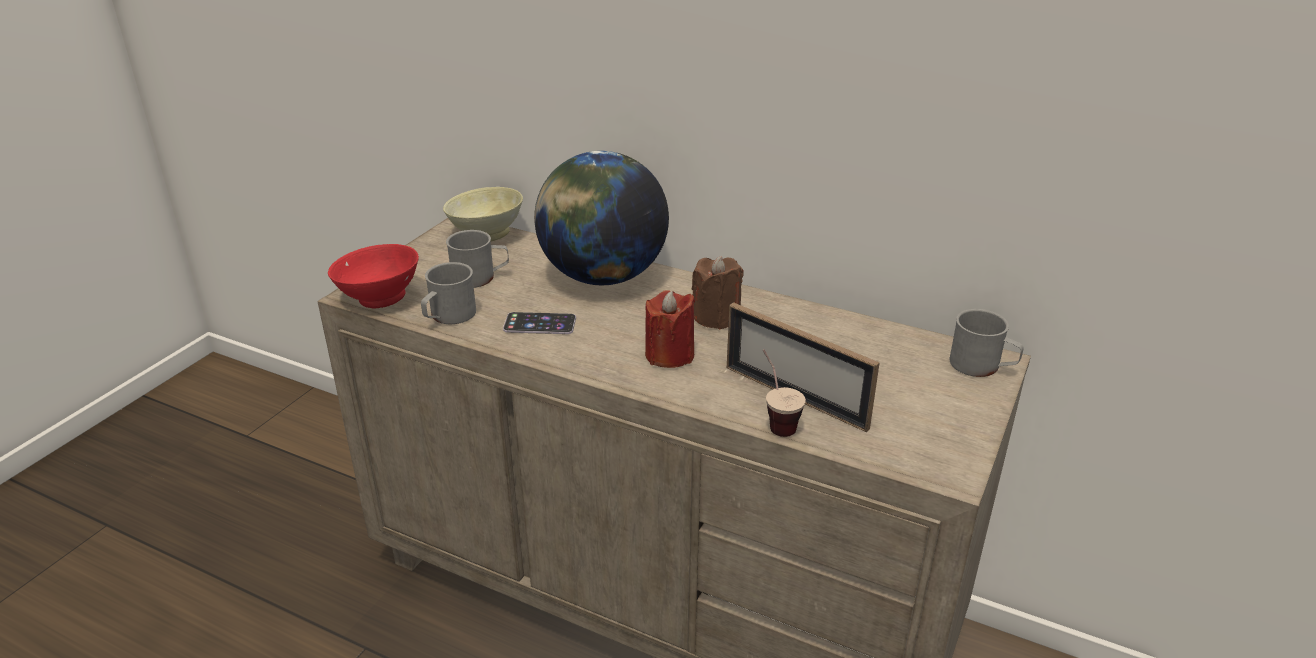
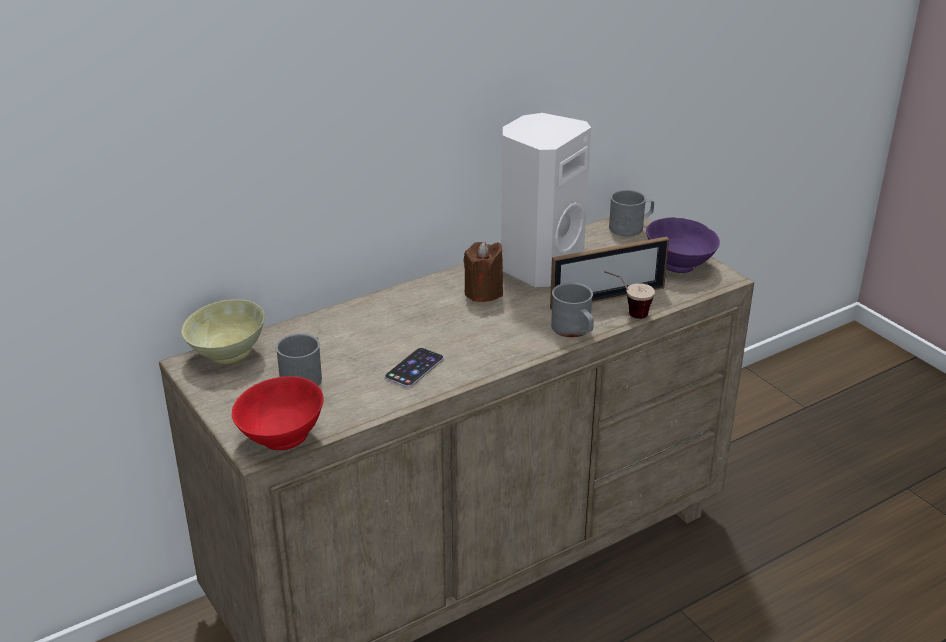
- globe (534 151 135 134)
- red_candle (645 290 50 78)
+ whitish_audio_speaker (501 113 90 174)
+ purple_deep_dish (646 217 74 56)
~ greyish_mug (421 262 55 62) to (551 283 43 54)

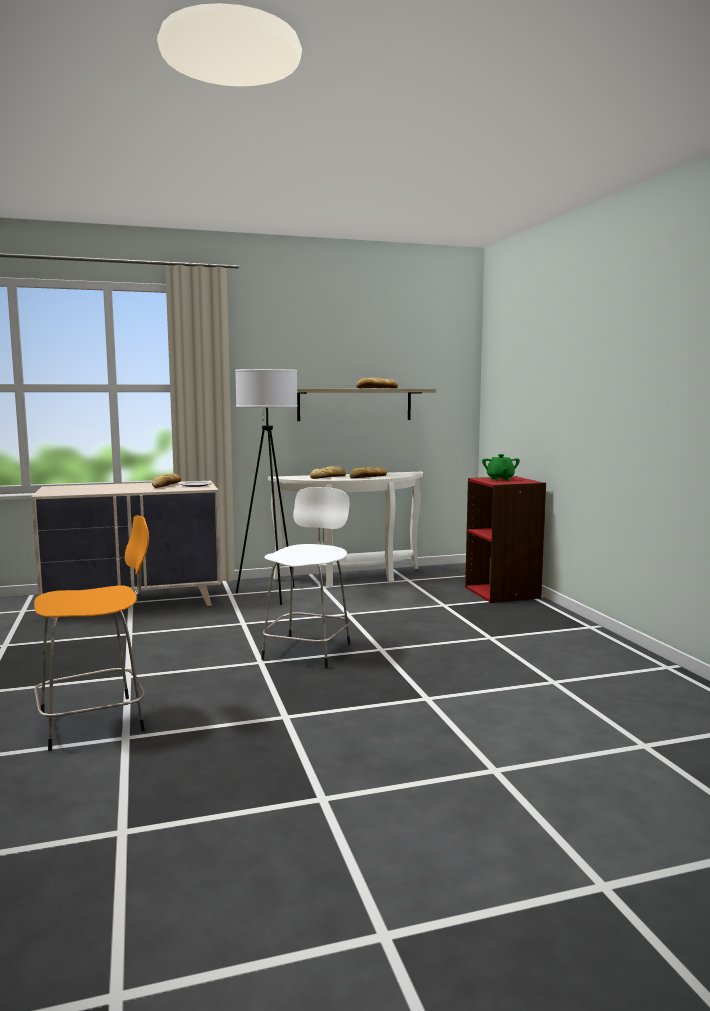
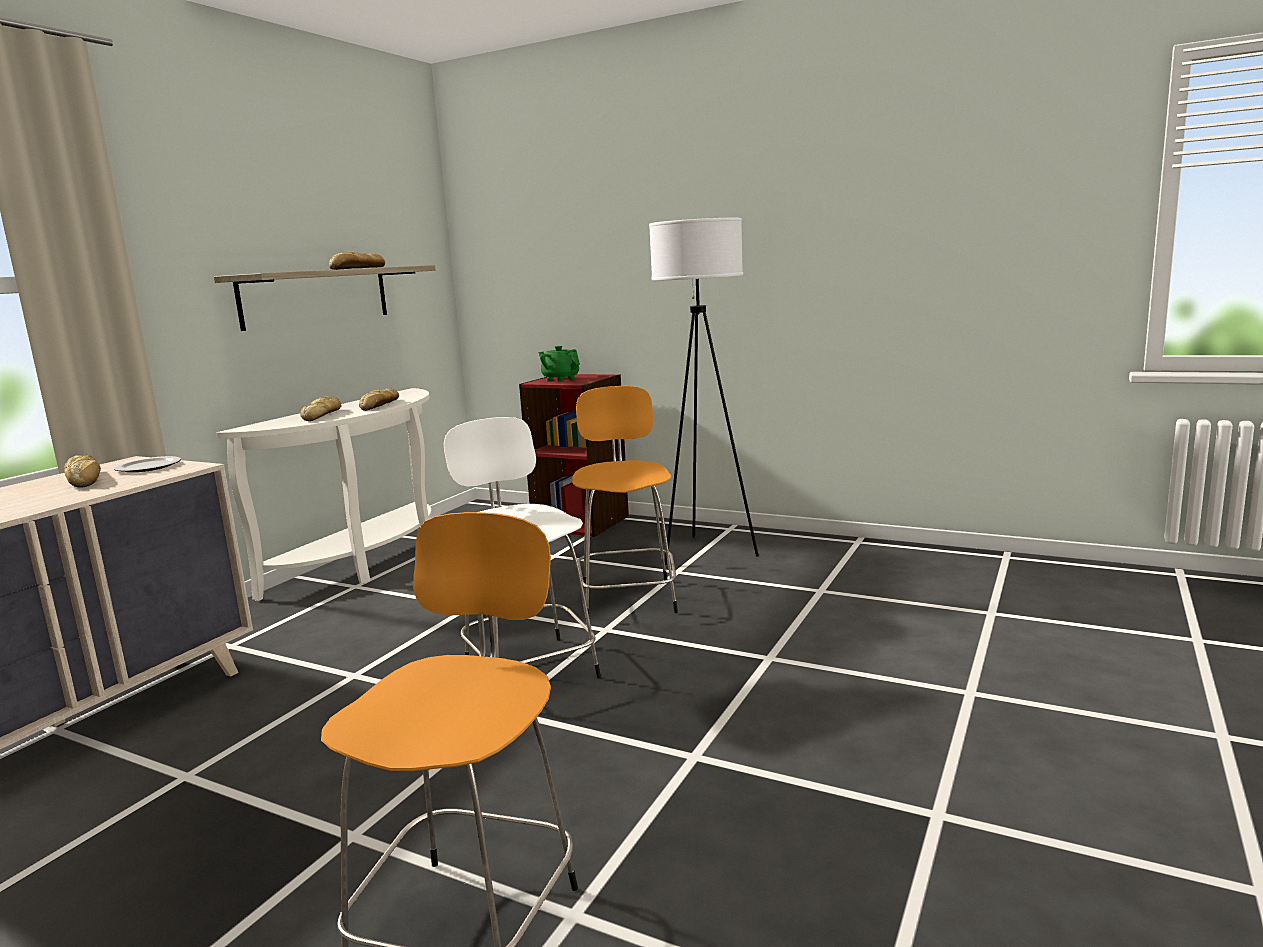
+ orange_stool_seat (572 386 106 234)
~ whitish_standing_lamp (235 369 63 236) to (649 218 110 347)

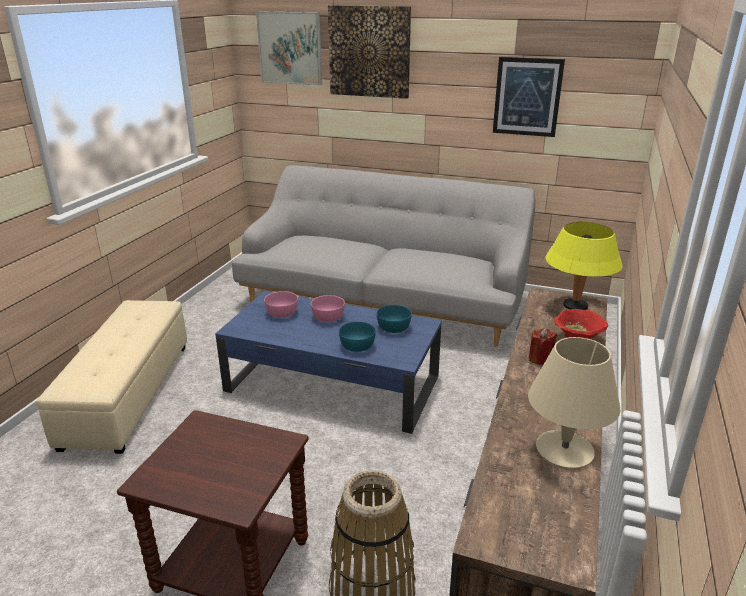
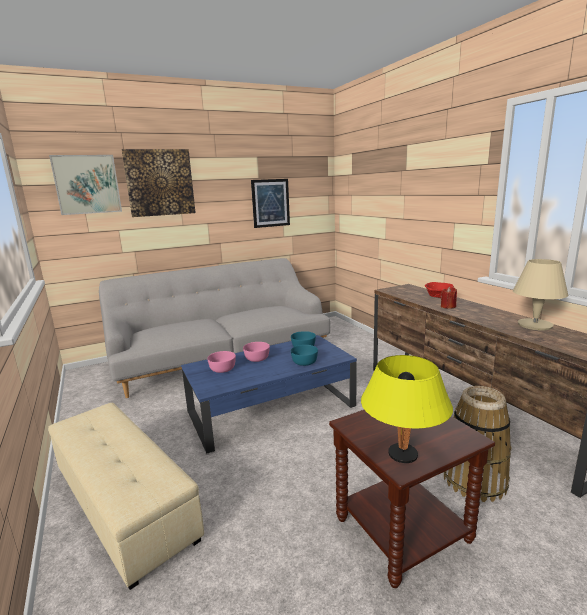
~ yellowish_tabletop_lamp (545 222 78 88) to (361 355 92 108)

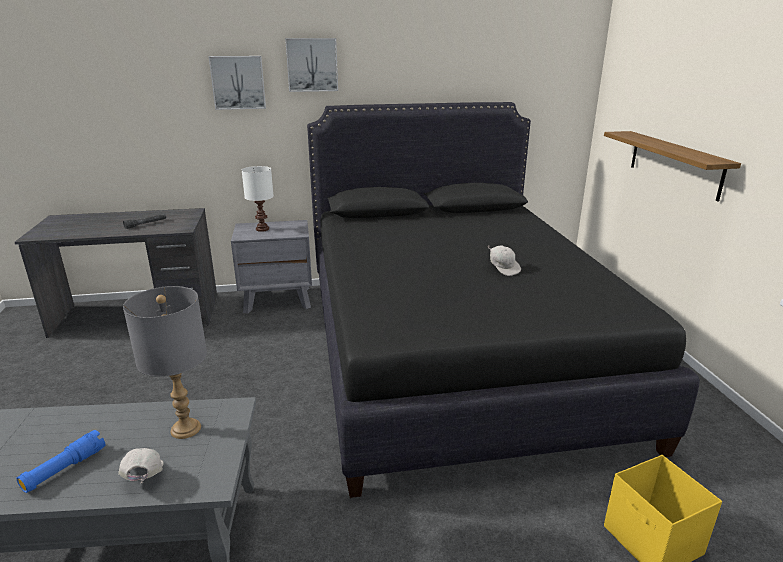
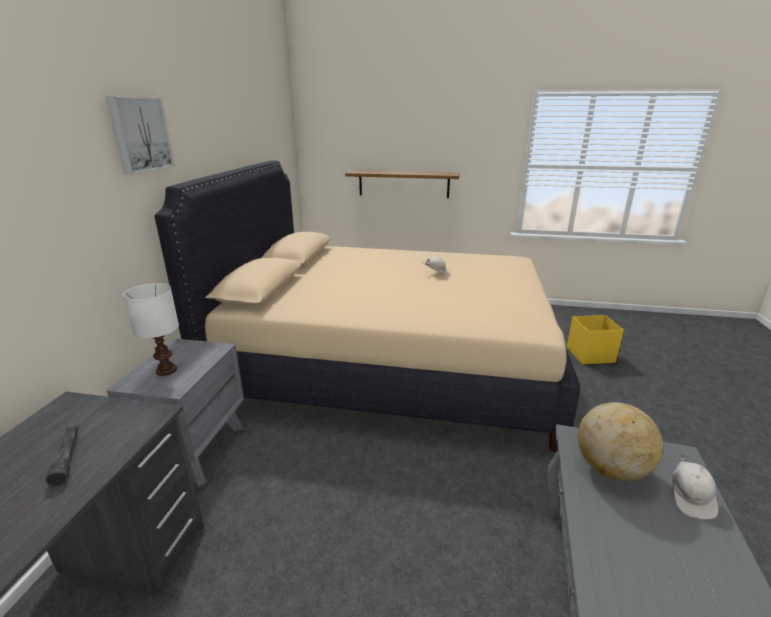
- blue_flashlight (17 430 88 63)
- picture (209 56 57 54)
~ greyish_tabletop_lamp (123 286 84 153) to globe (578 402 85 79)
~ black_bedroom_bed (307 102 393 396) to sand-coloured_bedroom_bed (154 160 426 292)
~ whitish_cap (118 448 46 35) = (671 454 47 66) 75 degrees counterclockwise

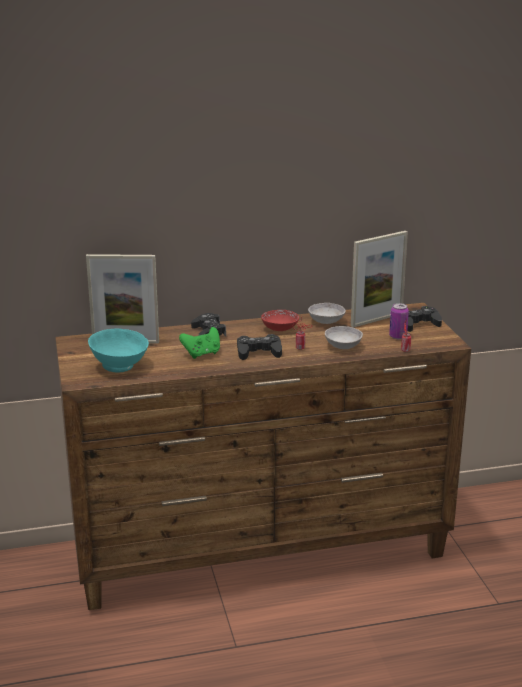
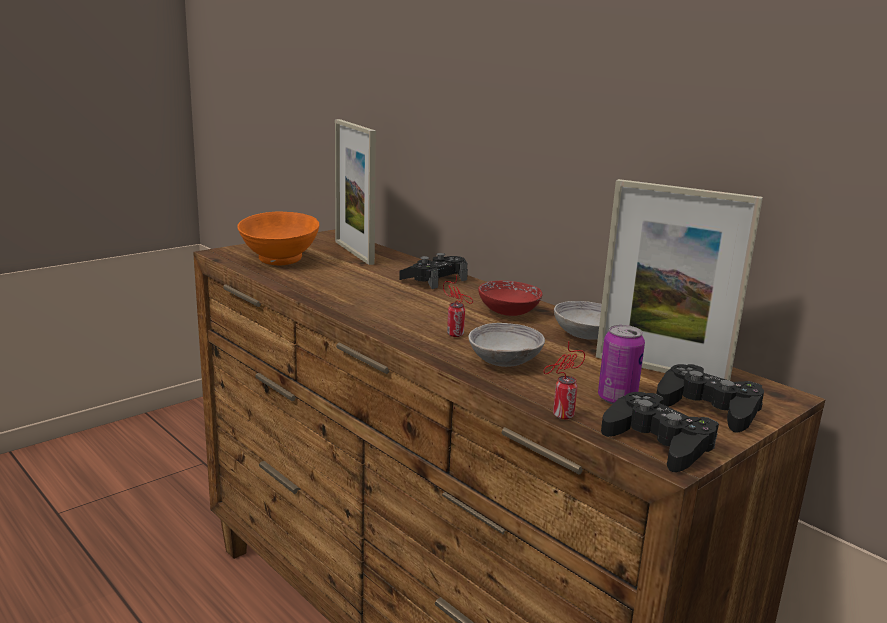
- green-coloured_gamepad (179 327 41 32)
~ black_gamepad (237 334 45 26) to (601 392 118 80)
~ turquoise_deep_dish (88 329 61 43) to orange_deep_dish (237 212 82 54)

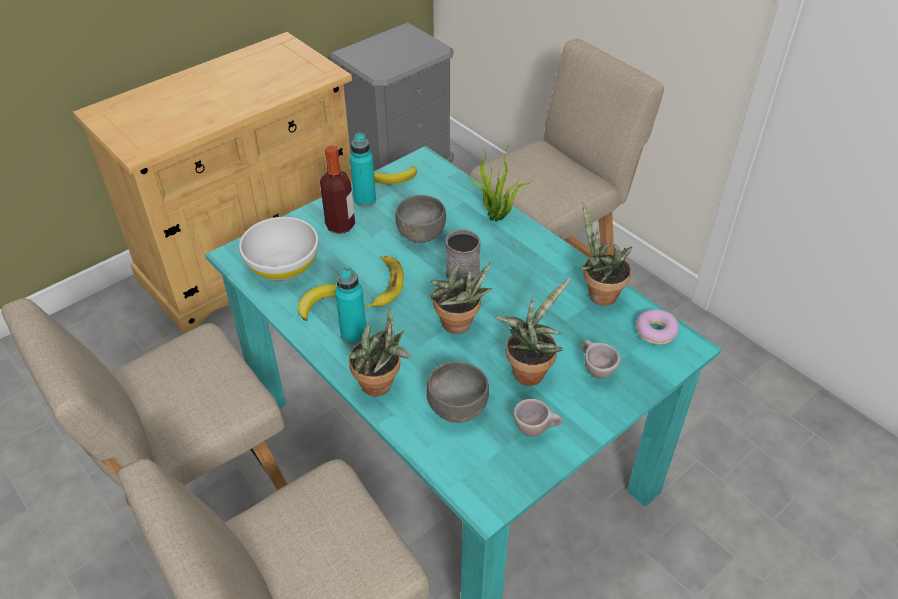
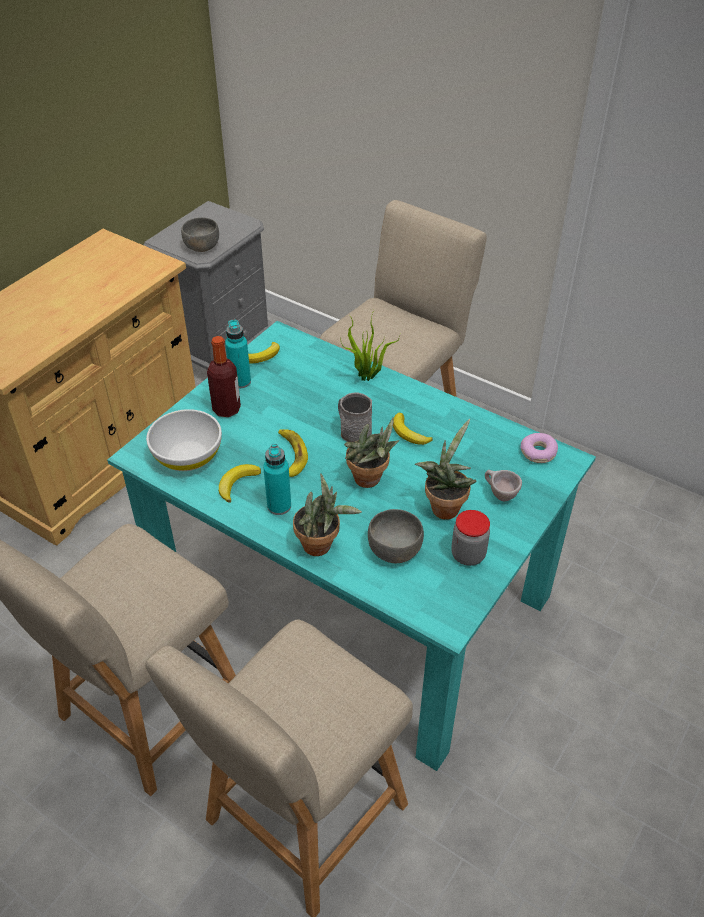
- plant_in_a_pot (580 201 52 105)
+ banana_fruit (393 413 39 32)
~ greyish_deep_dish (395 195 51 48) to (181 218 38 34)
~ sand-coloured_small_cup (513 399 50 38) to storage_jar (451 510 39 56)

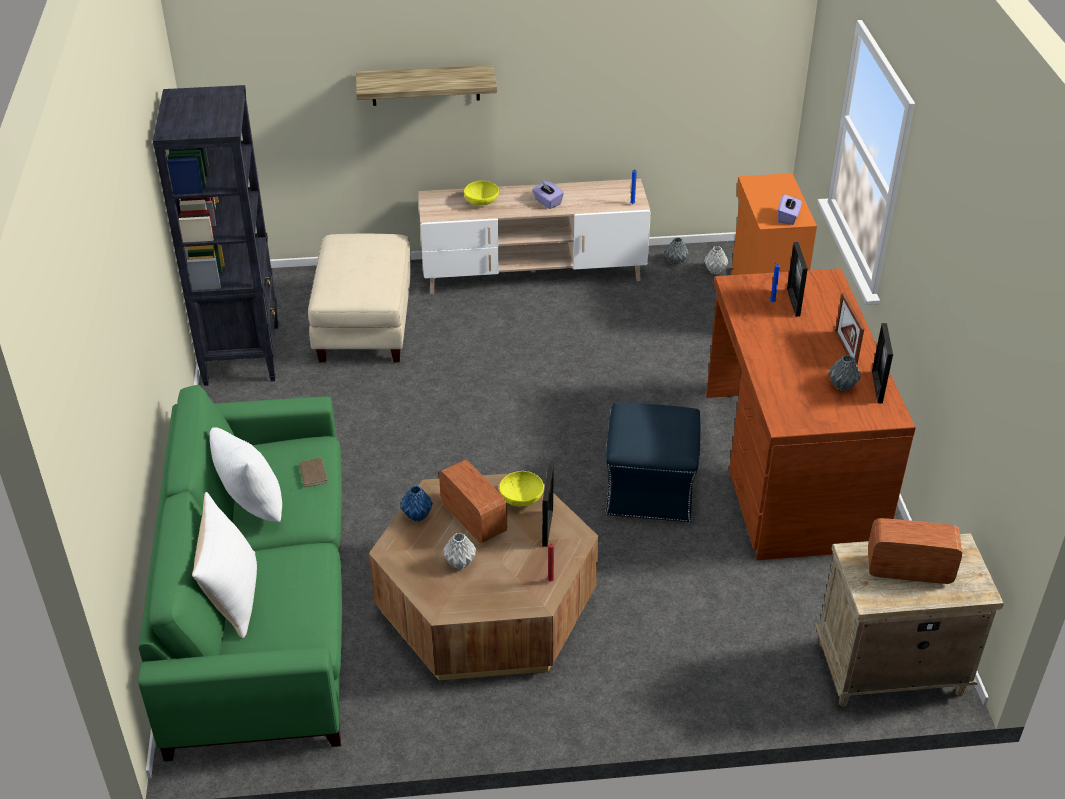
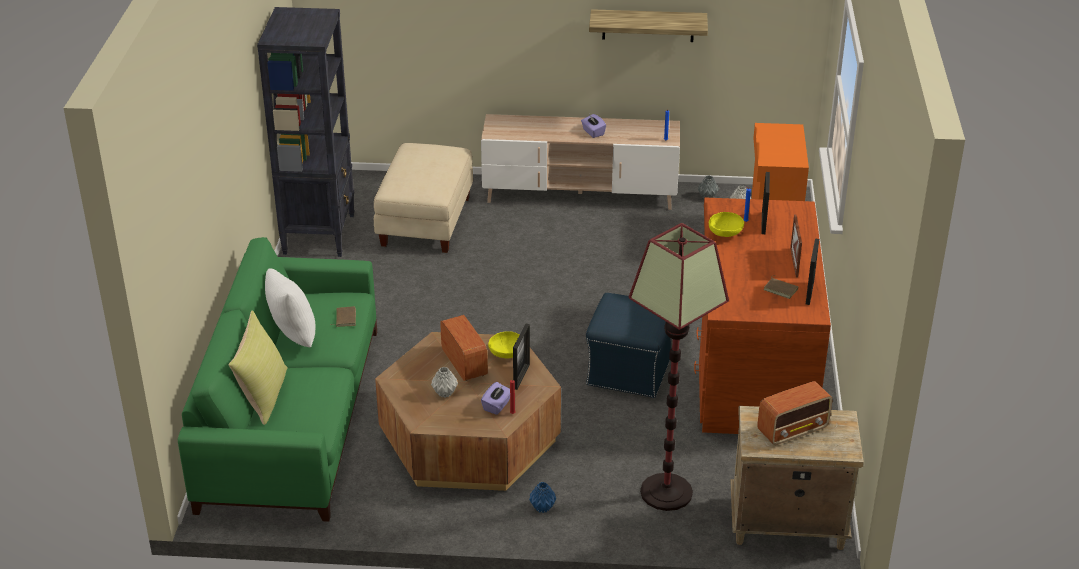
+ standing_lamp (629 223 100 288)
~ bracket_shelf (356 65 141 41) to (589 9 119 33)
~ blue_decorative_vase (401 486 32 36) to (529 482 27 31)
~ yellowish_deep_dish (464 181 35 24) to (709 212 35 25)
~ purple_box_of_tissues (778 194 24 31) to (481 382 29 33)
~ greyish_decorative_vase (829 355 32 36) to brown-coloured_bound_book (763 275 36 24)
~ whitish_throw_pillow (192 492 65 146) to yellowish_throw_pillow (229 310 59 115)
~ radio_set (868 518 94 66) = (757 381 75 64) 135 degrees clockwise

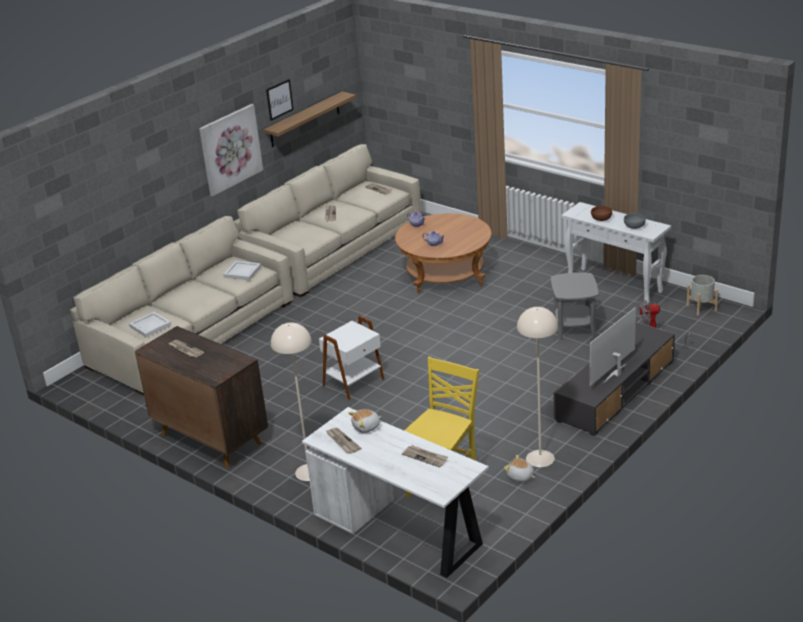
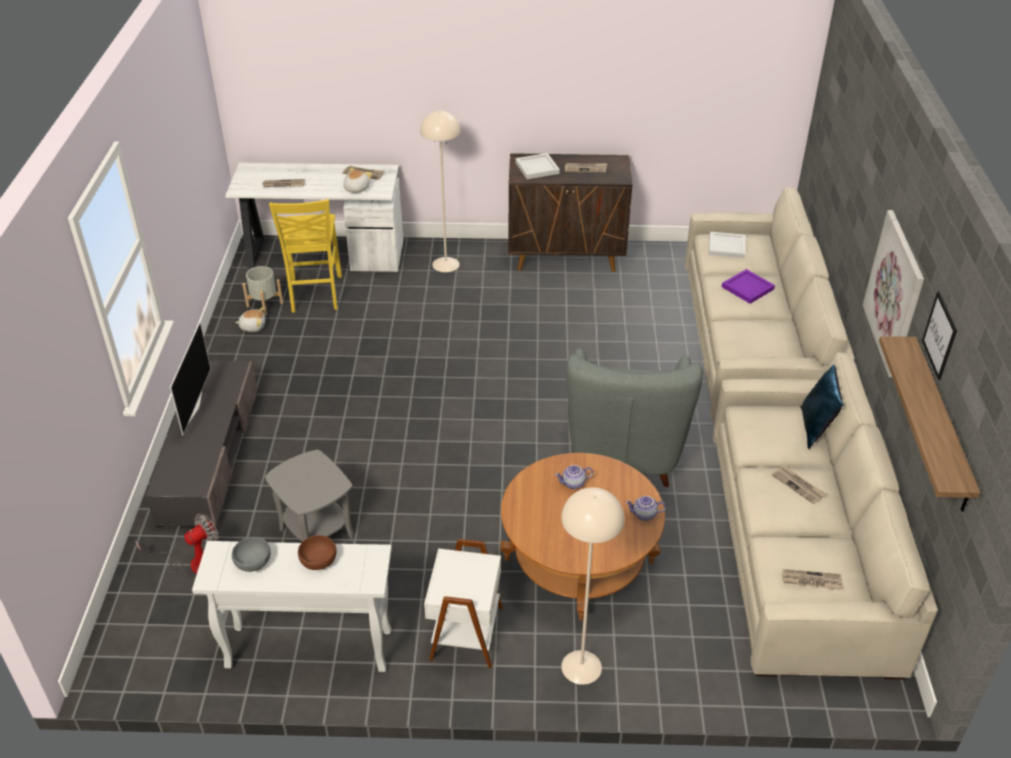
+ greyish_lounge_chair (566 348 137 139)
+ purple_carrying_tray (722 269 53 35)
+ blue_throw_pillow (801 365 43 84)
~ whitish_carrying_tray (223 261 38 20) to (516 153 44 26)
~ whitish_end_table (319 316 66 84) to (424 539 79 130)
~ sand-coloured_standing_lamp (517 307 41 160) to (561 487 63 198)
~ greyish_plant_pot (687 275 31 40) to (242 266 41 50)

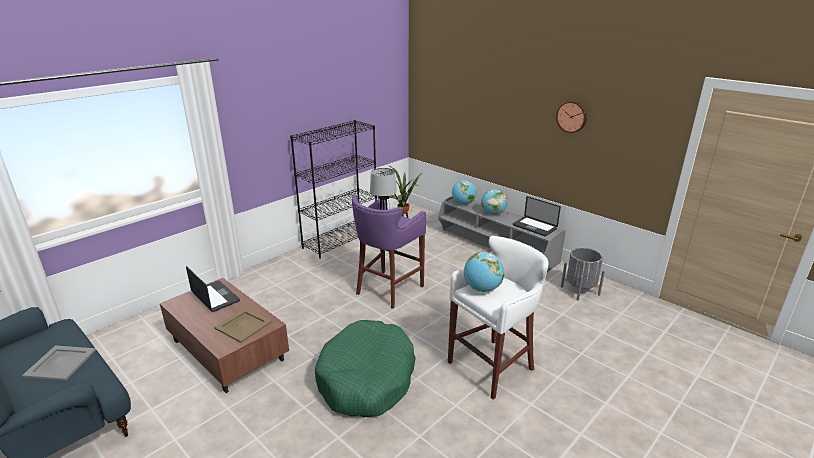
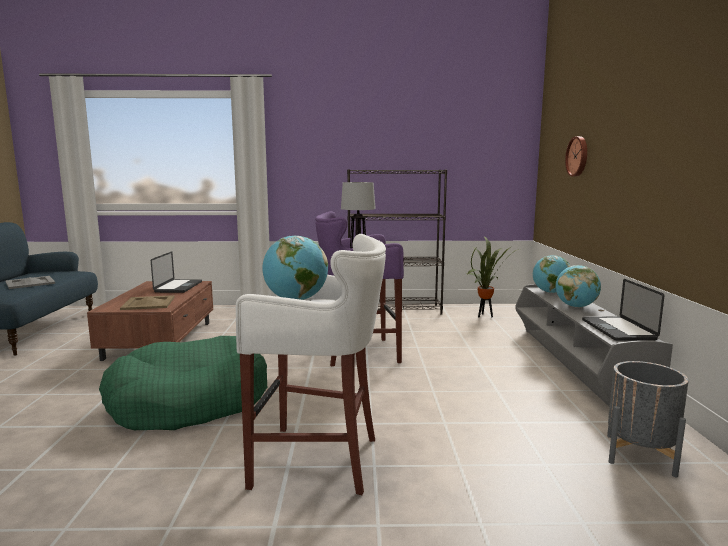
~ wall_clock (556 101 31 32) to (565 136 22 41)

